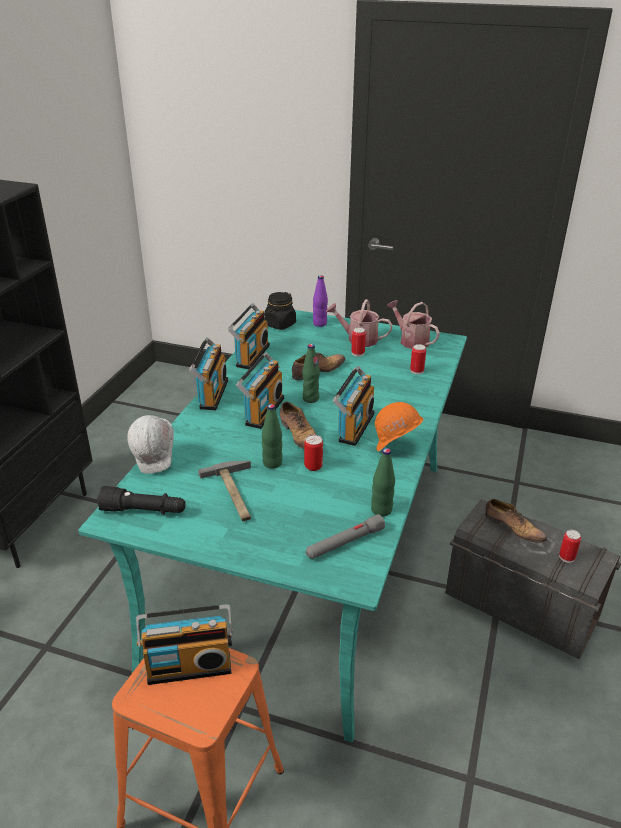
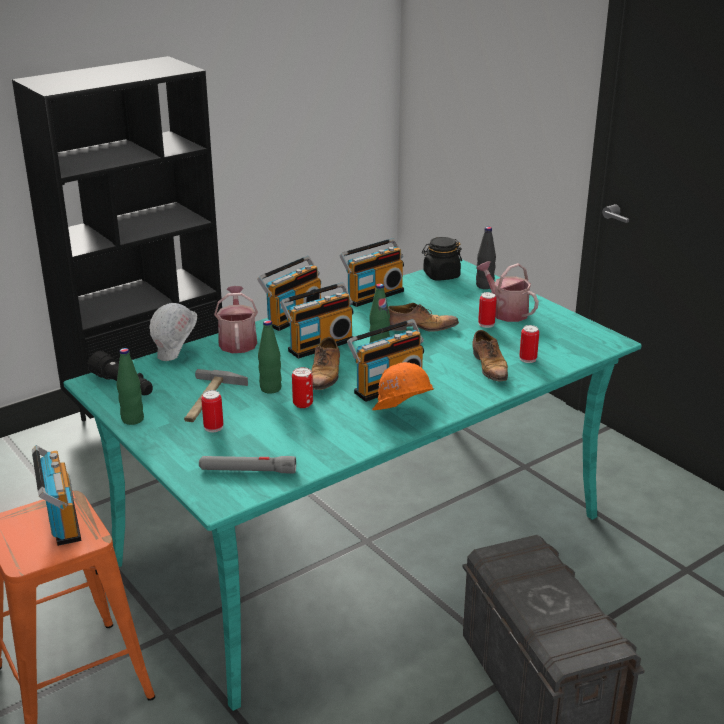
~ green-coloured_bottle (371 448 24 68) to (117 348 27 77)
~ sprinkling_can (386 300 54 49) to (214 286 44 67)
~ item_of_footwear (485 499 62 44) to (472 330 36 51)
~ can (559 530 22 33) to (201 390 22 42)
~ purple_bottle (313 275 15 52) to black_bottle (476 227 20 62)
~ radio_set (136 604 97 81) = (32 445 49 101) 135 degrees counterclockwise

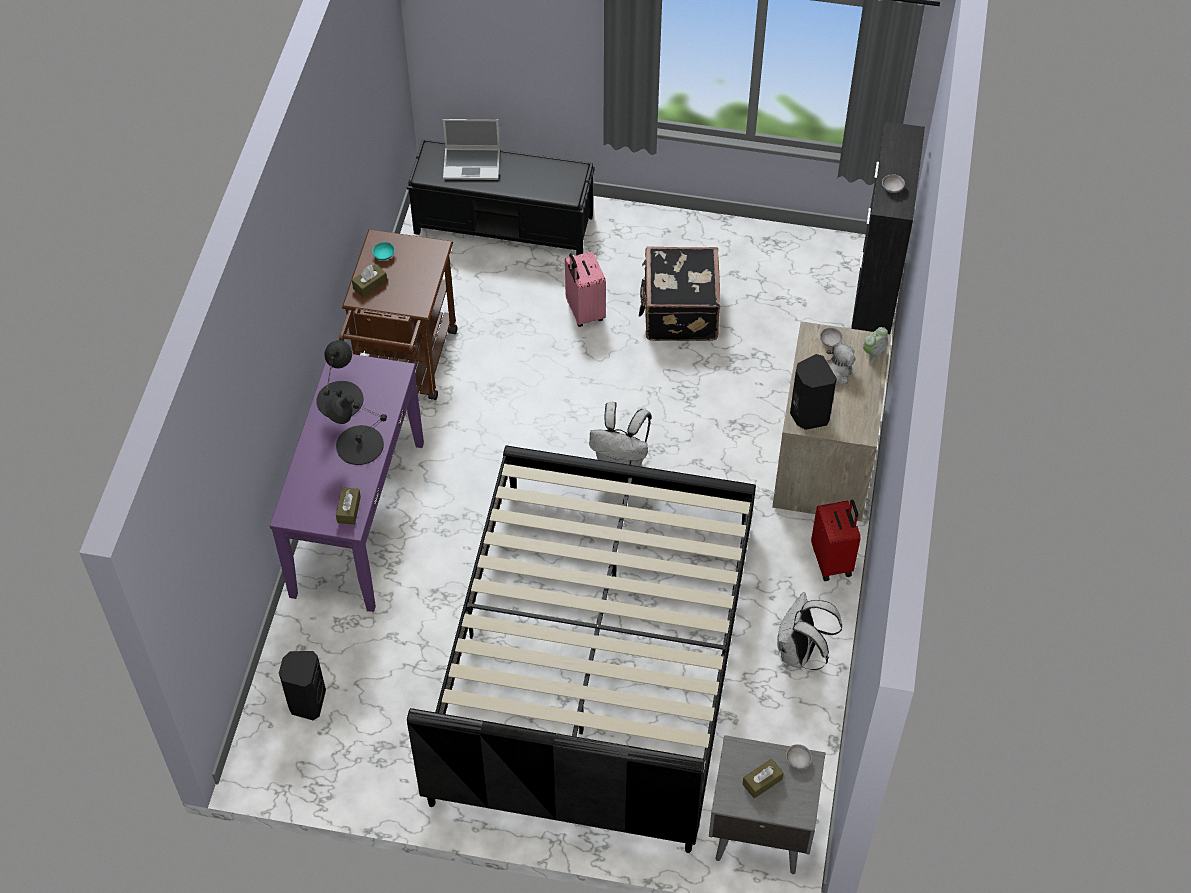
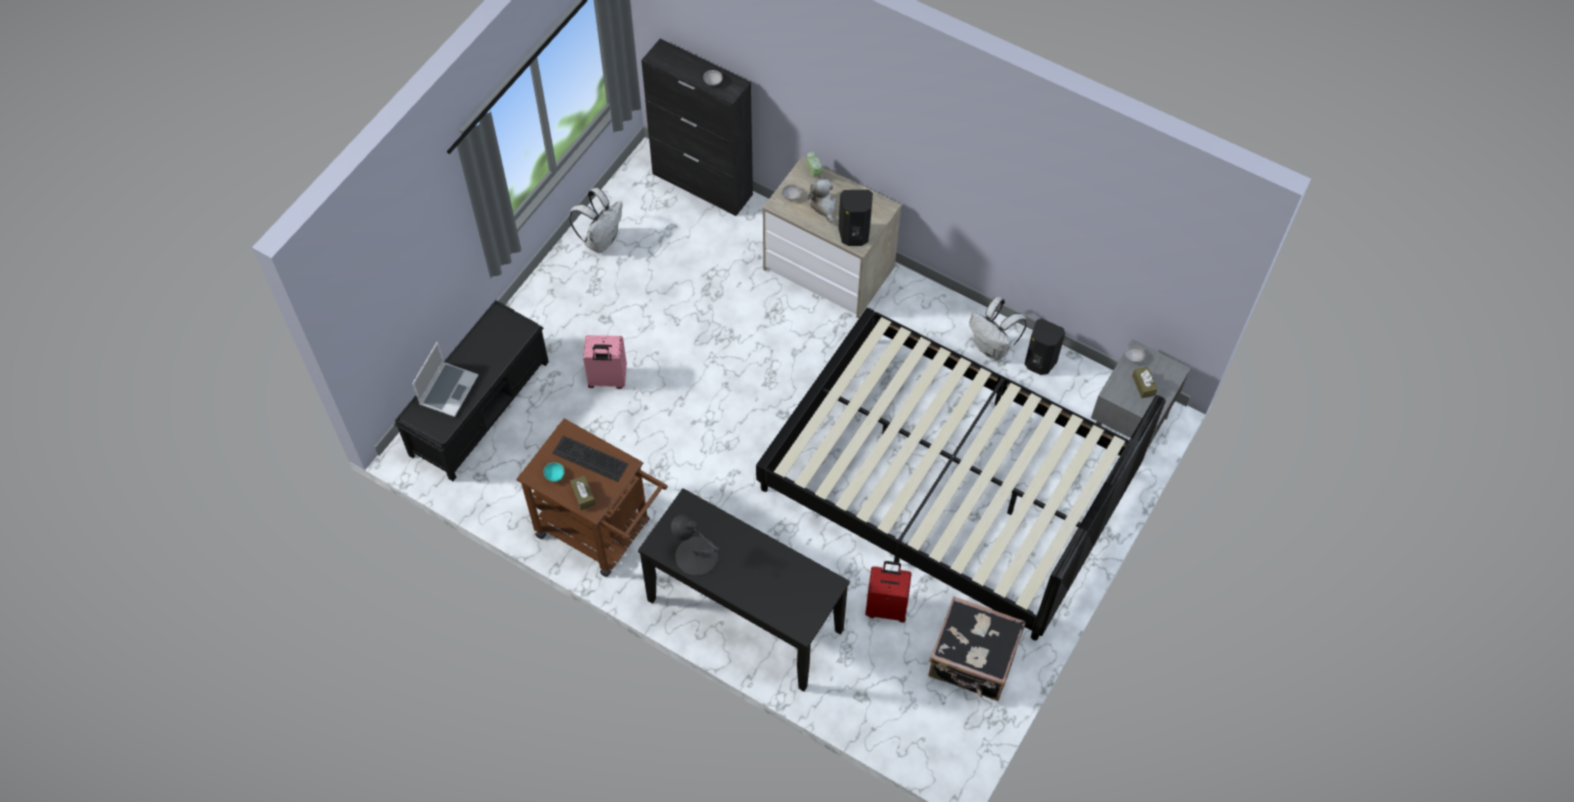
- black_tabletop_lamp (325 395 62 70)
- brown-coloured_box_of_tissues (336 487 25 38)
+ keyboard (552 436 76 46)
~ black_audio_speaker (279 651 47 69) to (1024 318 41 57)
~ whitish_backpack (589 402 62 64) to (569 188 53 65)
~ black_piece_of_luggage (639 246 81 95) to (928 596 98 105)
~ red_piece_of_luggage (811 500 50 81) to (865 561 47 61)
~ purple_narrow_table (270 354 154 258) to black_narrow_table (638 488 212 203)

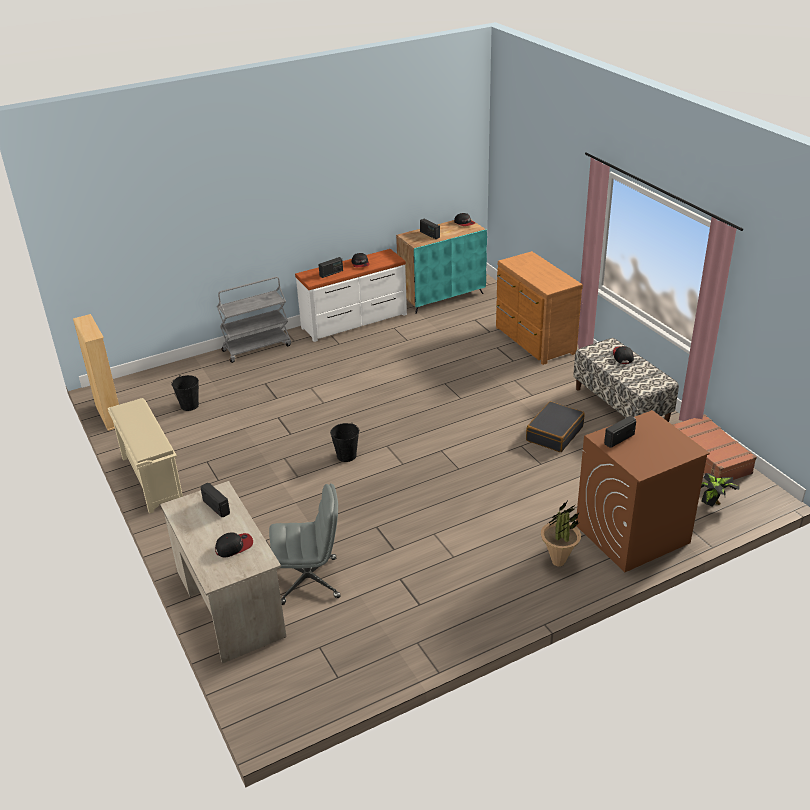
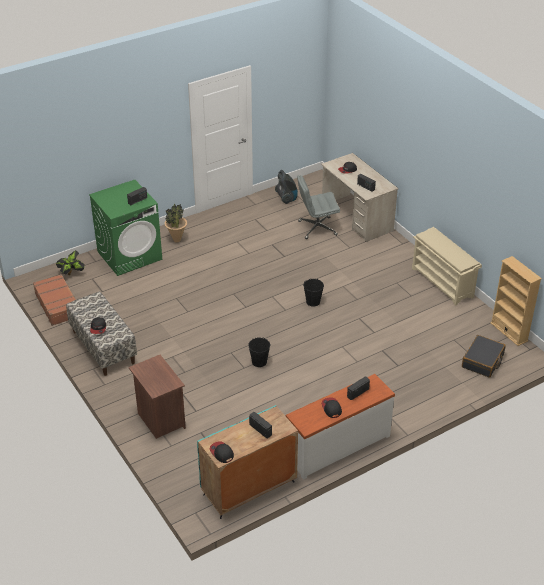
- greyish_trolley (217 277 74 86)
+ vacuum (275 170 23 34)
~ black_water_bucket (172 375 27 36) to (248 337 23 30)
~ black_piece_of_luggage (526 401 59 51) to (462 335 44 43)
~ brown-coloured_drawer_chest (496 251 87 114) to brown-coloured_bedside_table (129 355 57 84)
~ brown-coloured_laundry_appliance (576 410 134 162) to green-coloured_laundry_appliance (89 180 73 96)

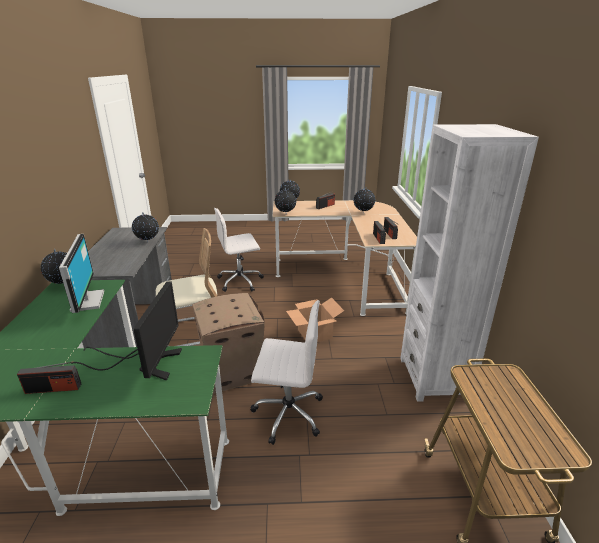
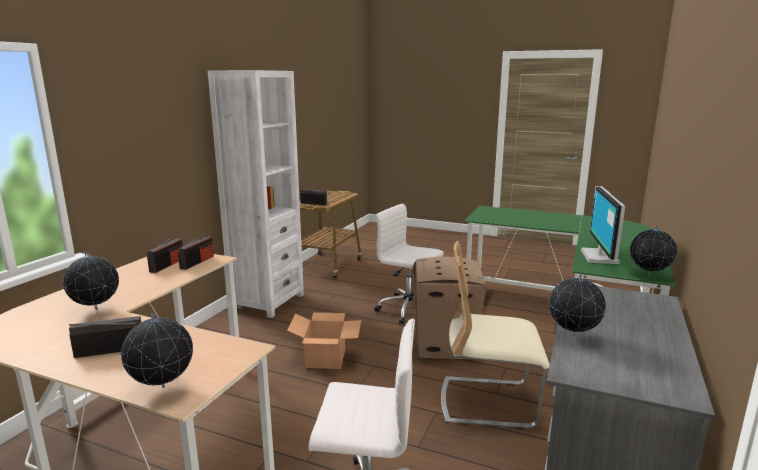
- computer_display (71 281 111 100)
- globe (275 188 21 24)
~ radio_set (17 361 64 33) to (300 188 27 17)

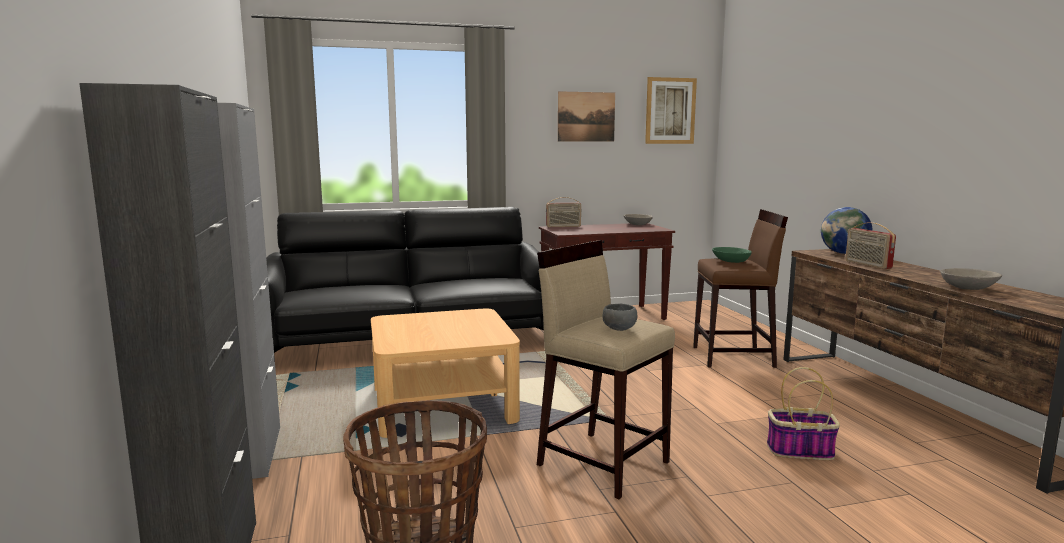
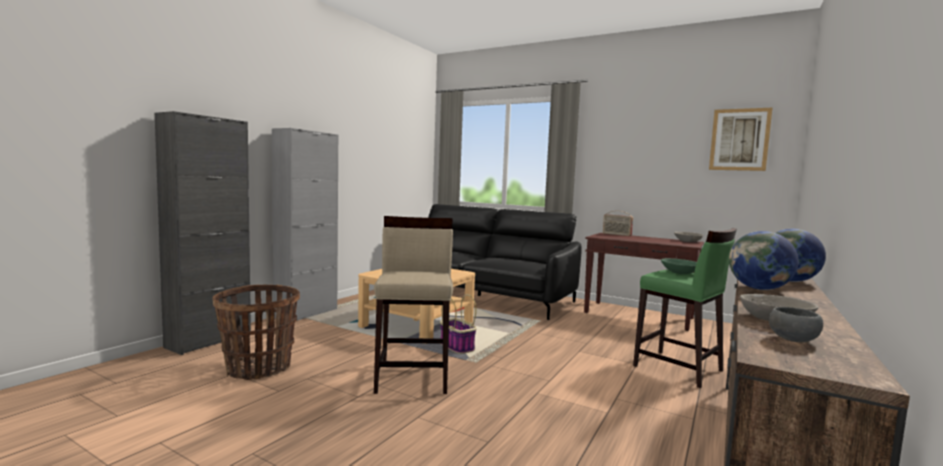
- picture (558 91 57 51)
~ greyish_deep_dish (603 304 34 27) to (769 307 54 35)
~ household_basket (767 367 73 93) to (440 294 37 60)
~ radio_set (845 222 51 47) to globe (729 231 70 59)
~ brown-coloured_stool_seat (693 209 95 159) to green-coloured_stool_seat (633 228 104 160)

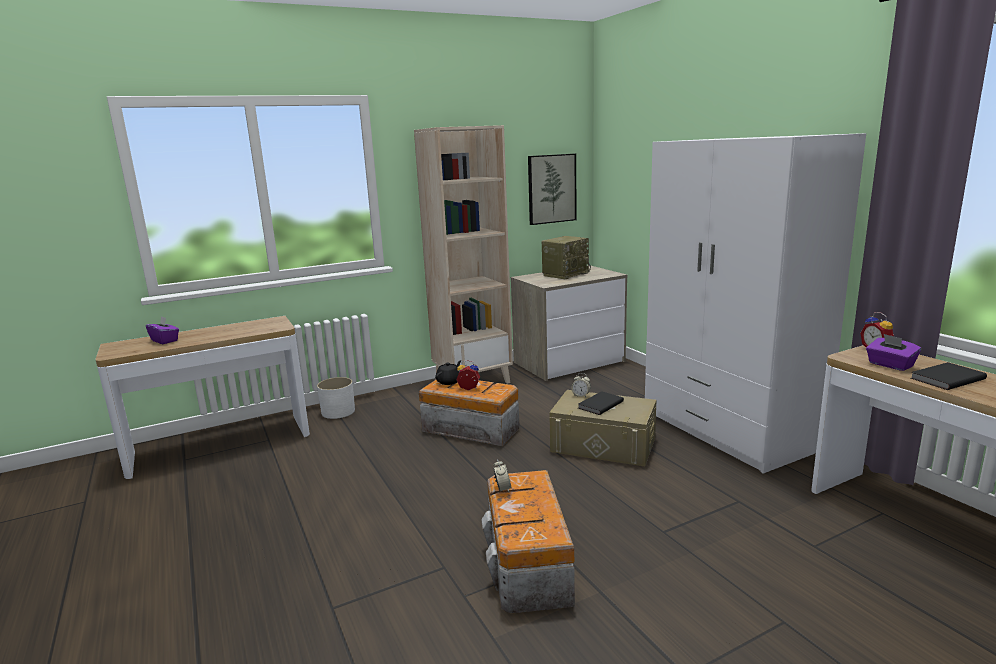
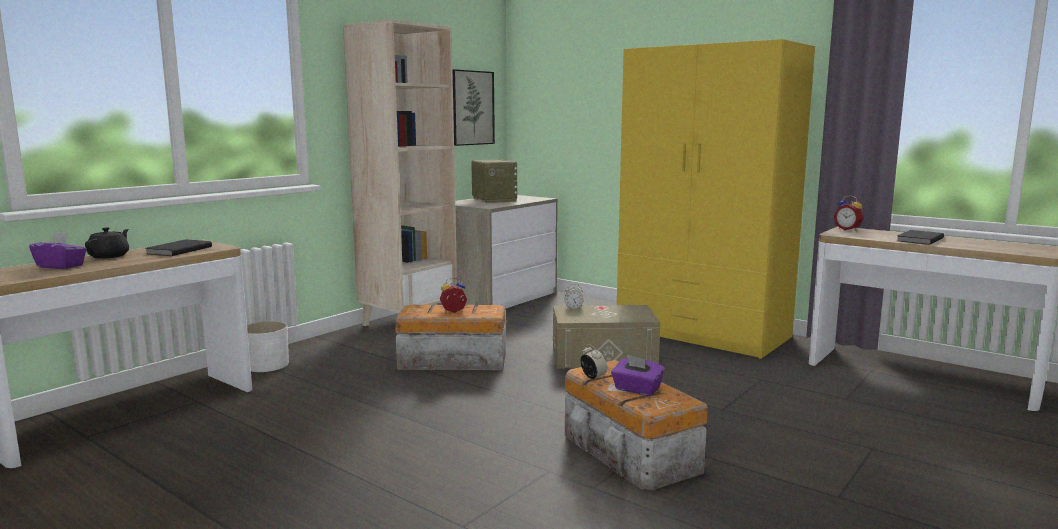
~ black_pot_for_tea (435 360 26 25) to (85 228 44 31)
~ black_bound_book (578 391 46 24) to (146 239 66 17)
~ purple_box_of_tissues (866 334 55 37) to (611 355 54 41)
~ whitish_wardrobe (645 133 221 341) to yellowish_wardrobe (617 39 198 320)
~ radio_set (542 236 49 43) = (471 160 46 43) 45 degrees counterclockwise

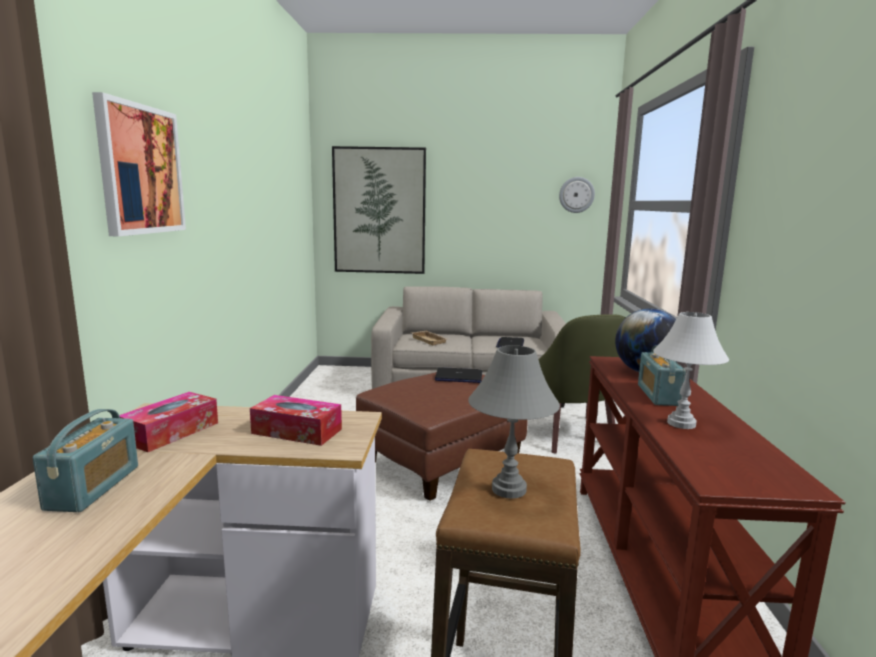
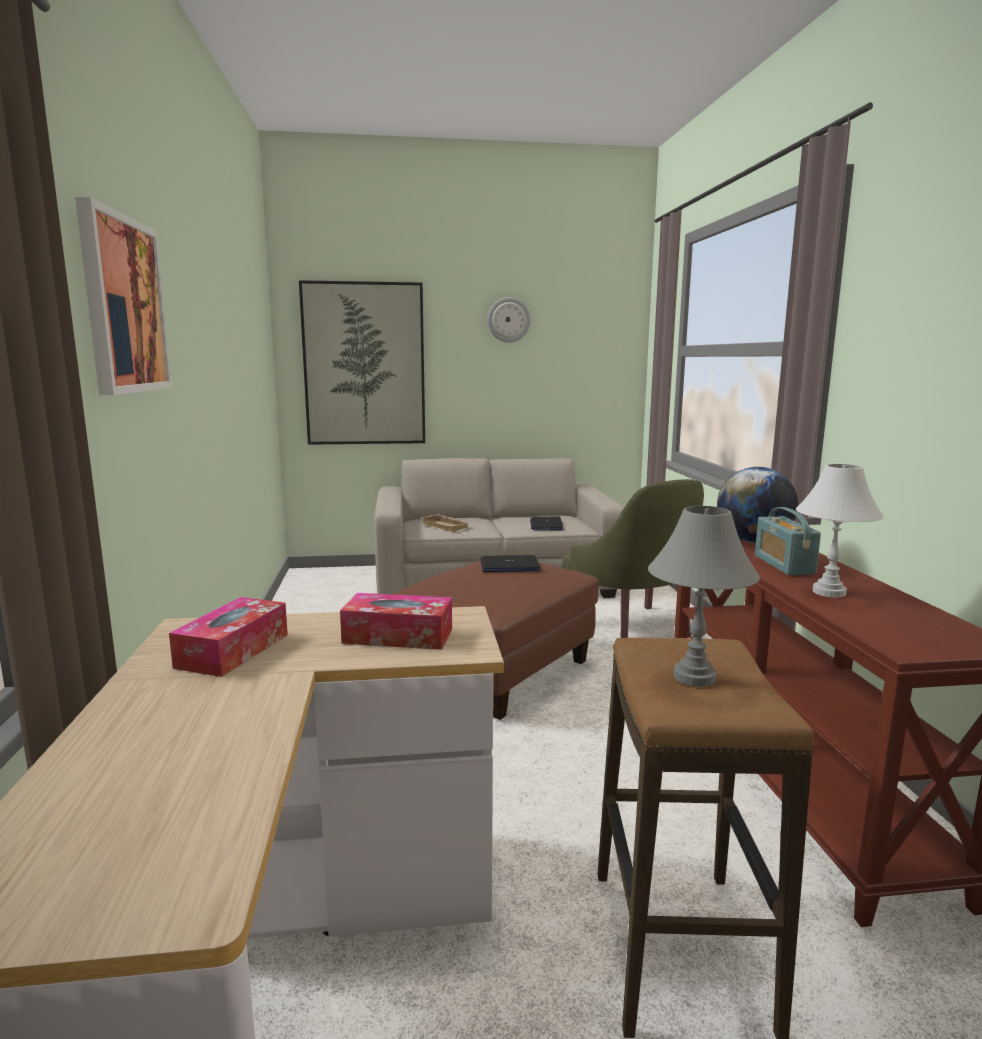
- radio_set (33 409 105 103)
~ wall_clock (559 177 36 36) to (488 297 43 46)

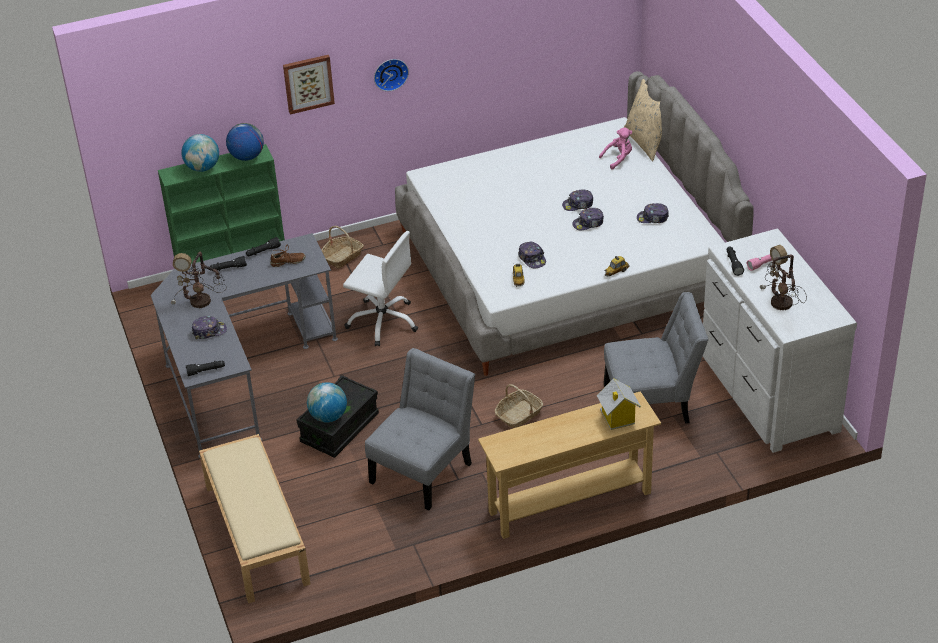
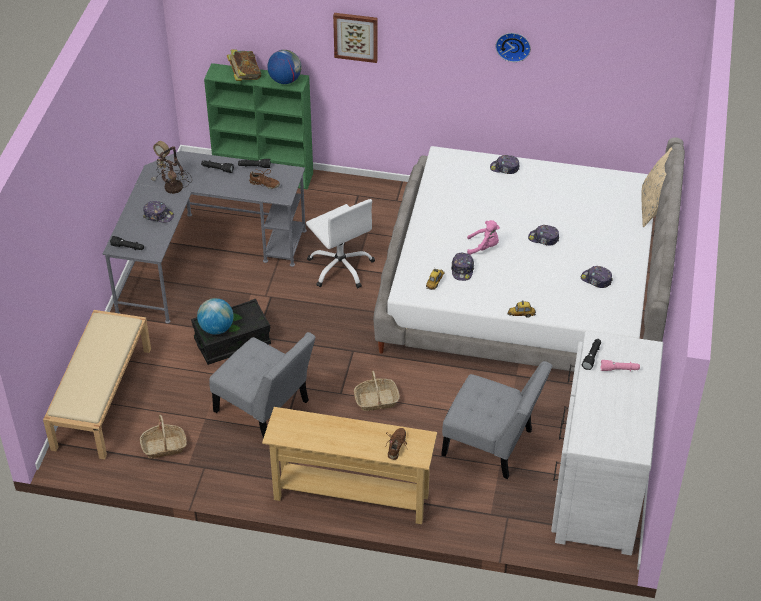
- tabletop_lamp (760 245 47 65)
~ household_basket (321 226 43 43) to (140 415 47 44)
~ wall_clock (374 59 35 32) to (496 33 35 29)
~ cap (572 208 32 22) to (490 155 29 19)
~ pinkish_plush_toy (599 127 33 43) to (467 220 33 35)
~ globe (181 134 38 38) to bound_book (227 49 34 32)
~ model_house (597 378 44 52) to brown-coloured_item_of_footwear (386 428 21 32)
~ greyish_chair (365 348 110 162) = (209 332 107 106) 60 degrees clockwise

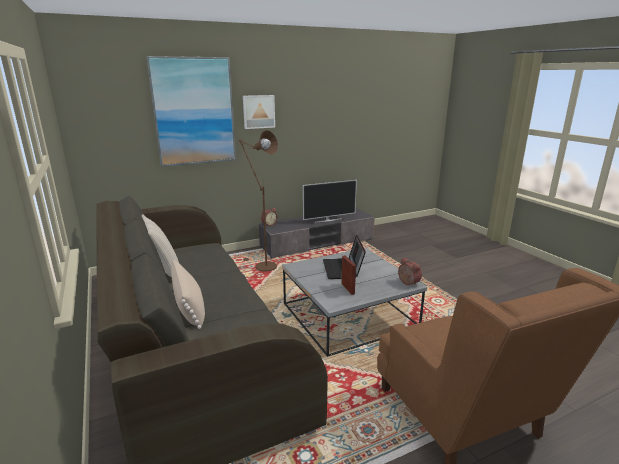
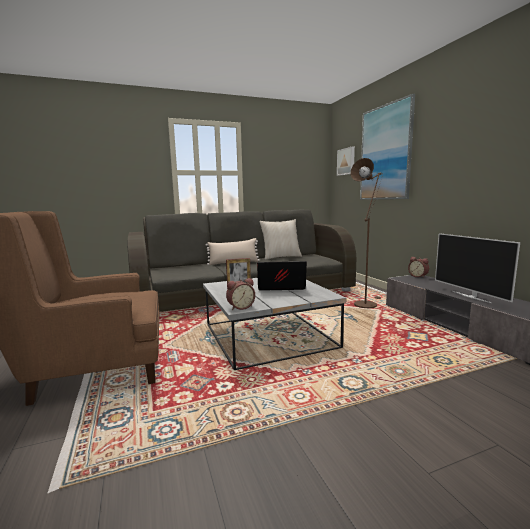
~ picture (243 95 32 34) to (337 147 18 29)

